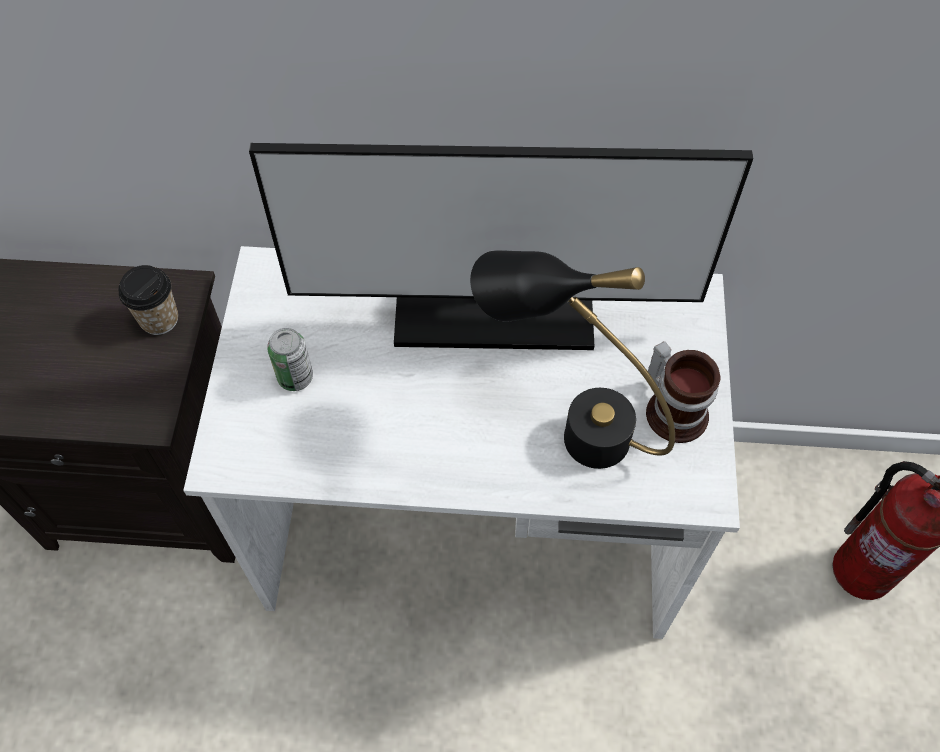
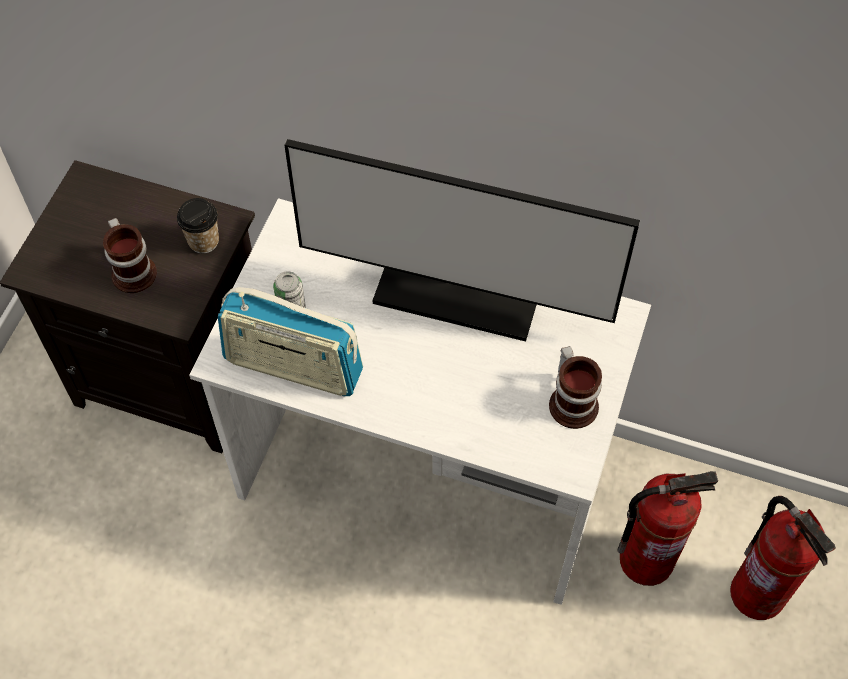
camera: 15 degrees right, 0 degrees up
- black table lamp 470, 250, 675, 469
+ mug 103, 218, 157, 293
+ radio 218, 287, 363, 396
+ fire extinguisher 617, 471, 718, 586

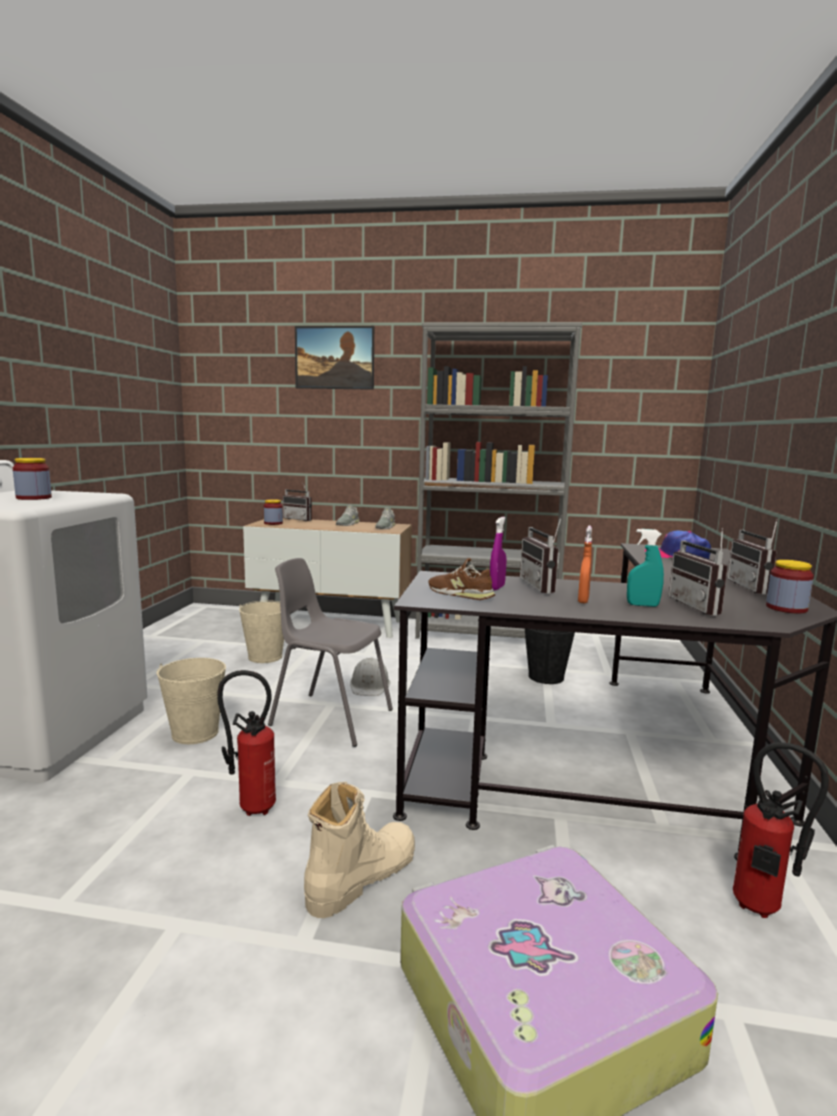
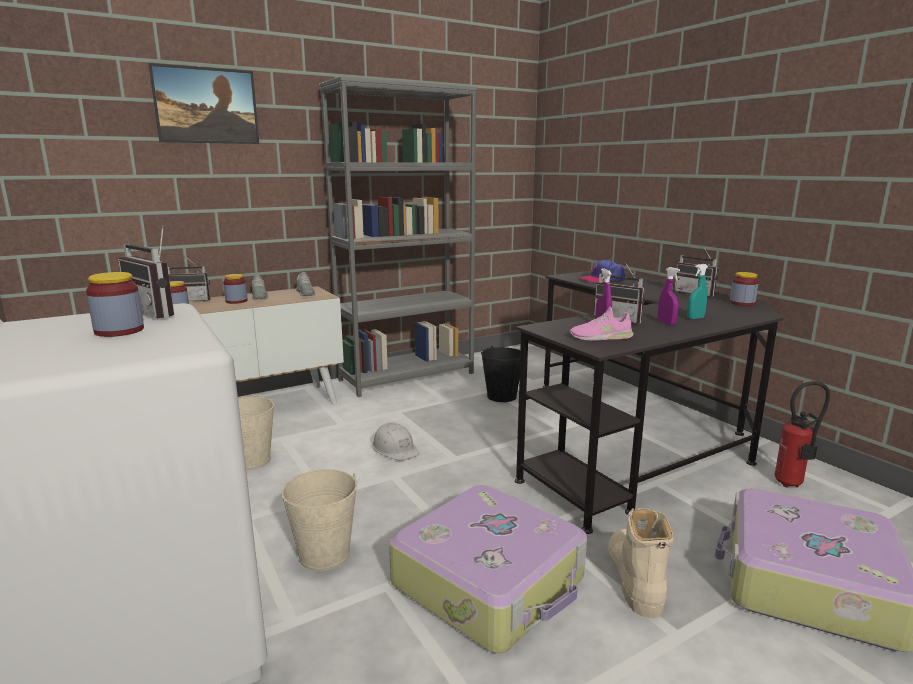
camera: 40 degrees left, 5 degrees up
- grey chair 268, 558, 393, 747
+ jar 223, 274, 247, 304
~ radio 669, 528, 728, 616 to 118, 225, 174, 318
~ fire extinguisher 217, 670, 276, 816 to suitcase 389, 485, 587, 653
~ brown shoe 429, 558, 495, 600 to pink shoe 570, 307, 634, 340
~ orange spray bottle 578, 526, 592, 604 to purple spray bottle 658, 267, 680, 325

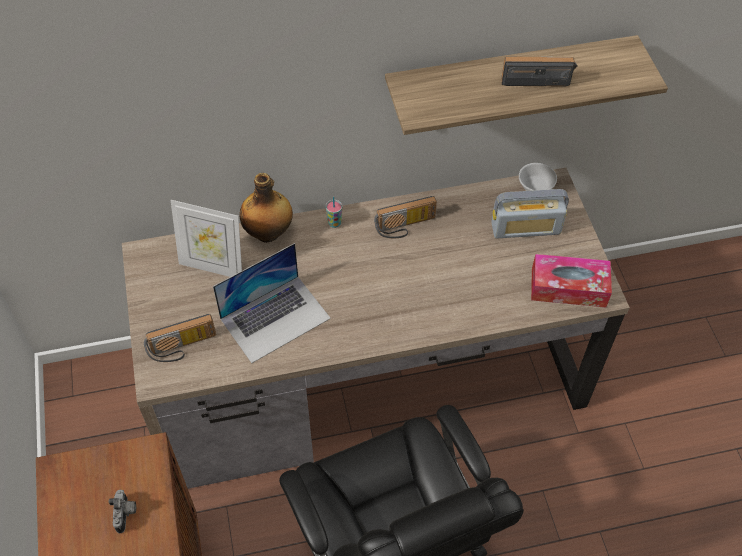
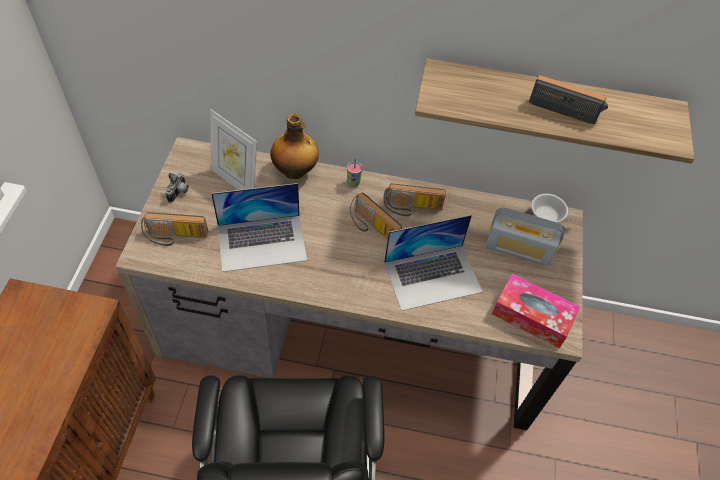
camera: 20 degrees right, 0 degrees up
+ radio 350, 192, 402, 239
+ laptop 384, 215, 483, 311
~ photo camera 109, 490, 136, 533 to 165, 173, 189, 203

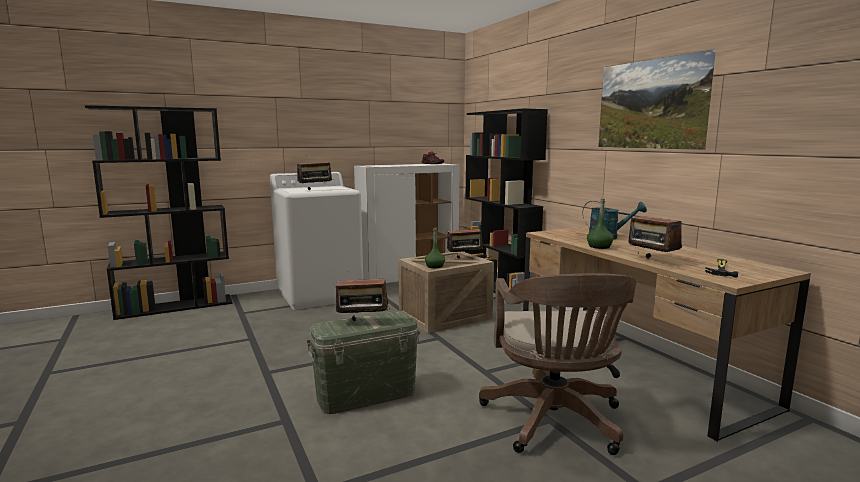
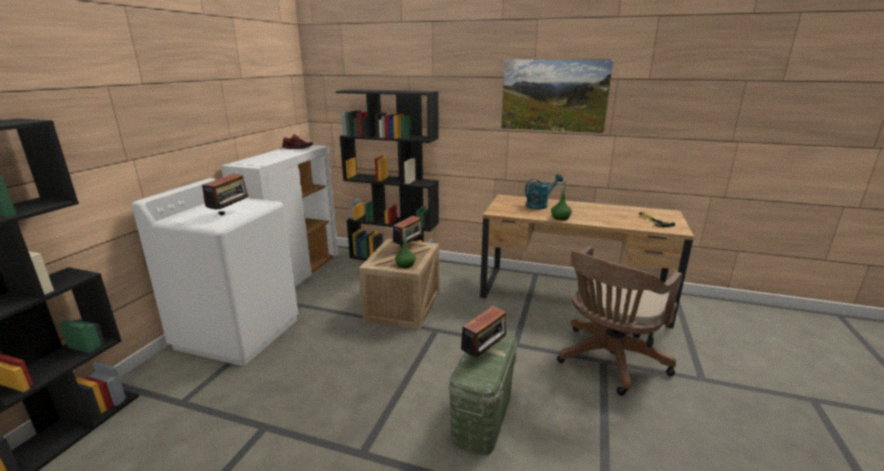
camera: 45 degrees left, 10 degrees up
- radio 628, 205, 682, 259
~ brown office chair 479, 273, 637, 455 = 557, 246, 682, 396 90 degrees clockwise

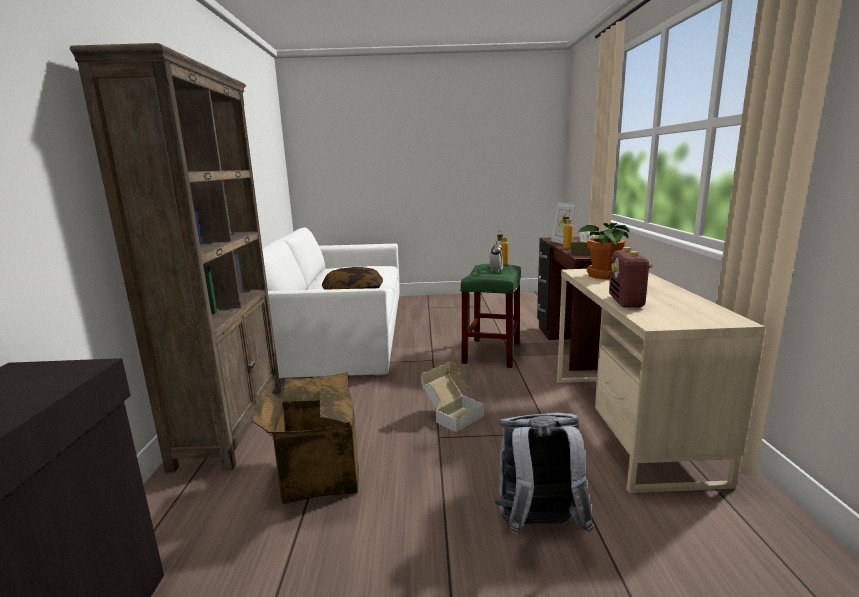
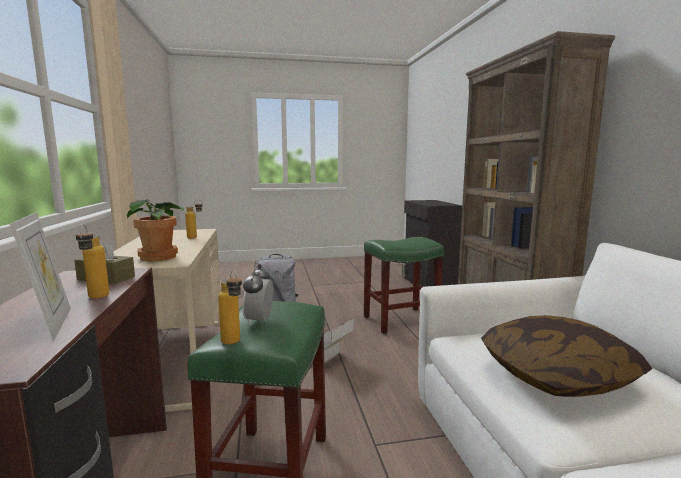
camera: 170 degrees right, 5 degrees down
~ cardboard box 252, 372, 359, 504 to green stool 364, 237, 444, 334
~ radio 609, 247, 653, 308 to bottle 185, 200, 203, 239

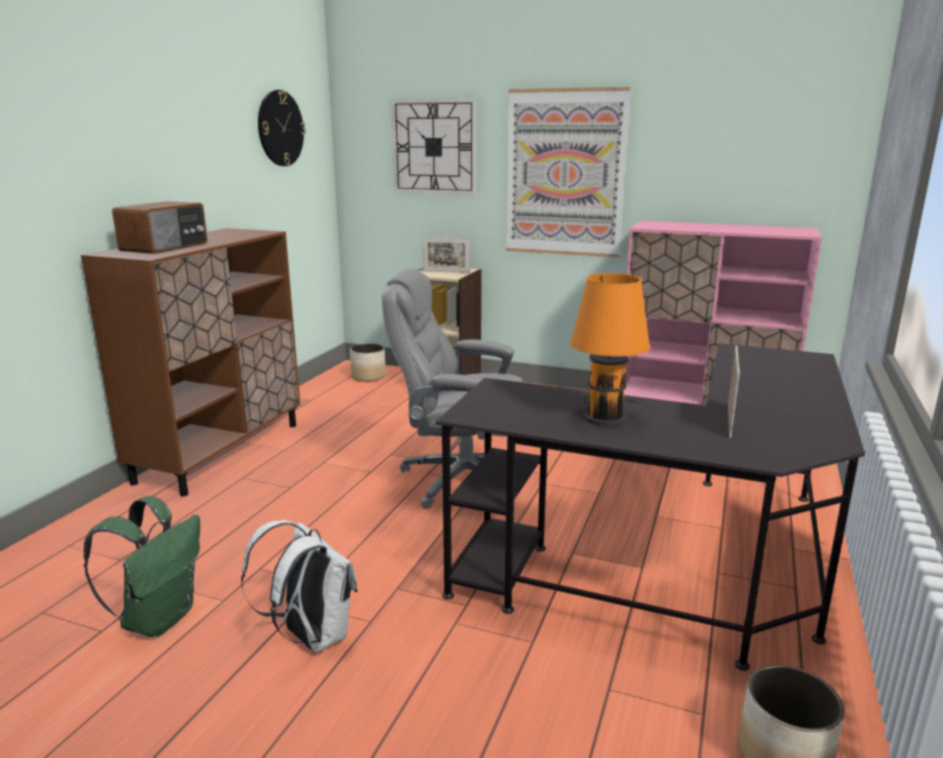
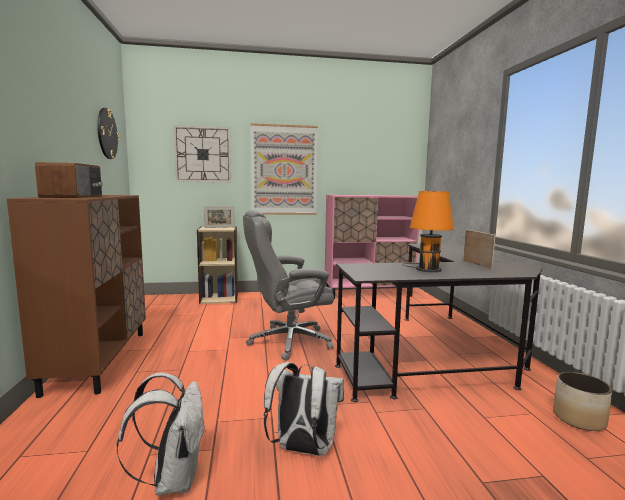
camera: 30 degrees left, 10 degrees down
- planter 350, 343, 386, 382
~ green backpack 84, 496, 200, 637 to white backpack 117, 372, 206, 495

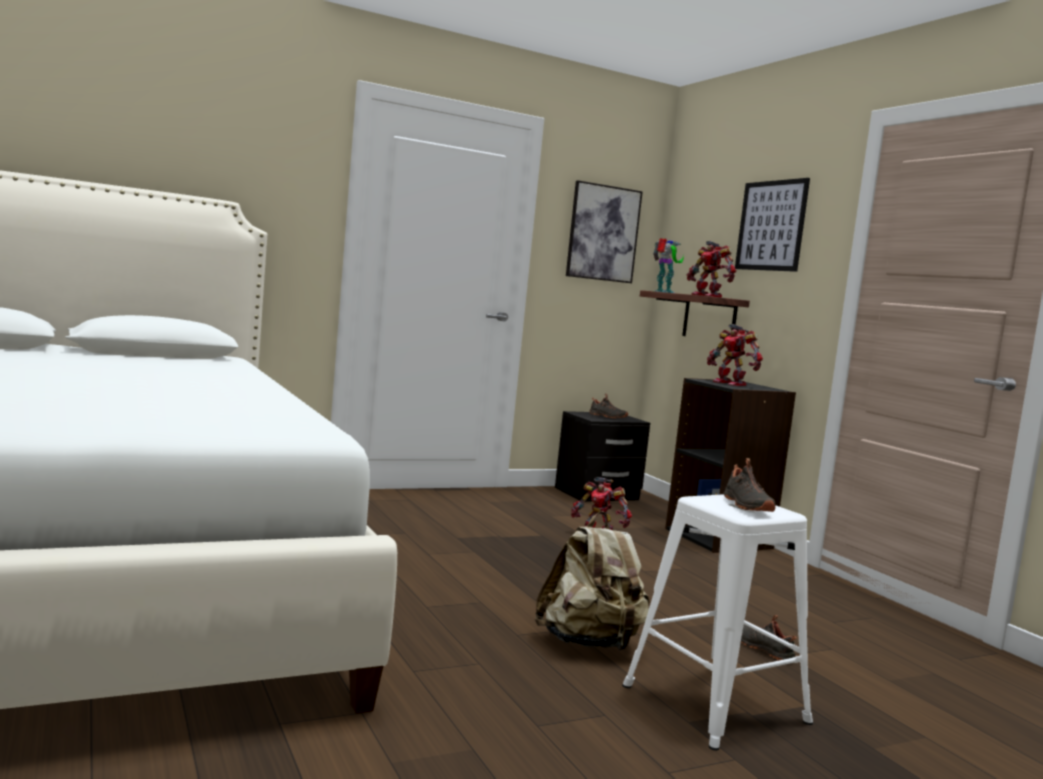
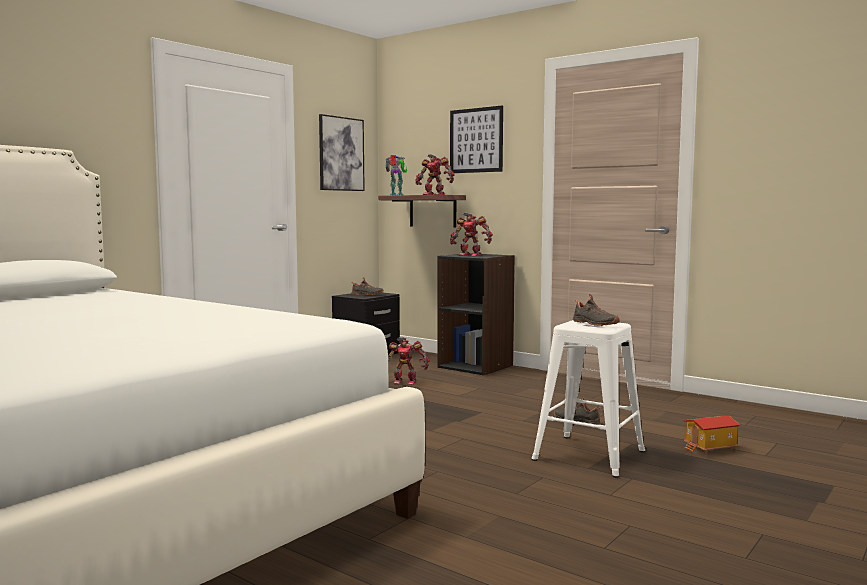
camera: 25 degrees left, 0 degrees up
- beige backpack 535, 511, 650, 651
+ toy house 683, 416, 740, 454

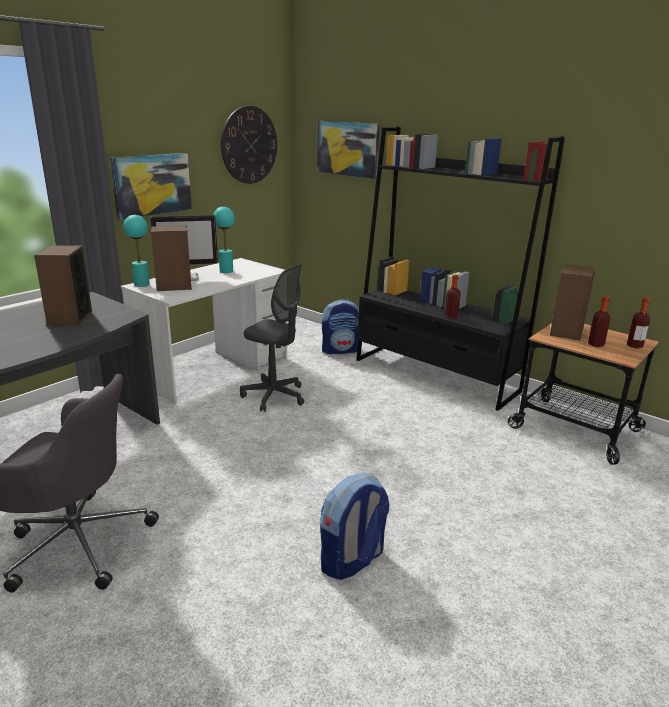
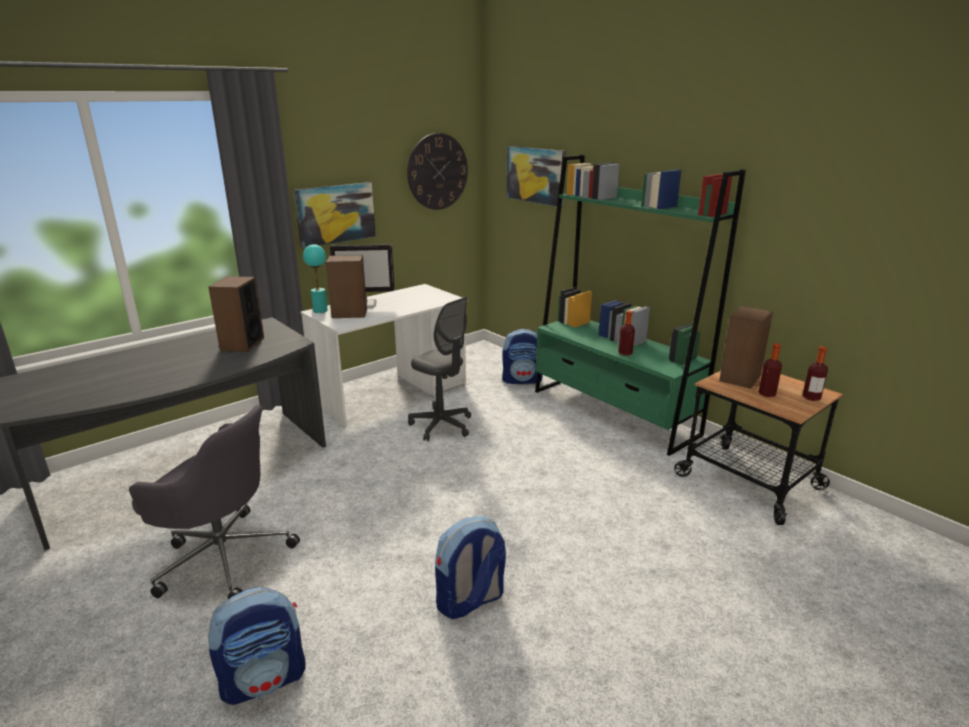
camera: 10 degrees right, 0 degrees up
- turquoise table lamp 213, 207, 235, 273
+ backpack 207, 587, 306, 705
~ black bookcase 356, 127, 565, 411 to green bookcase 535, 155, 746, 456

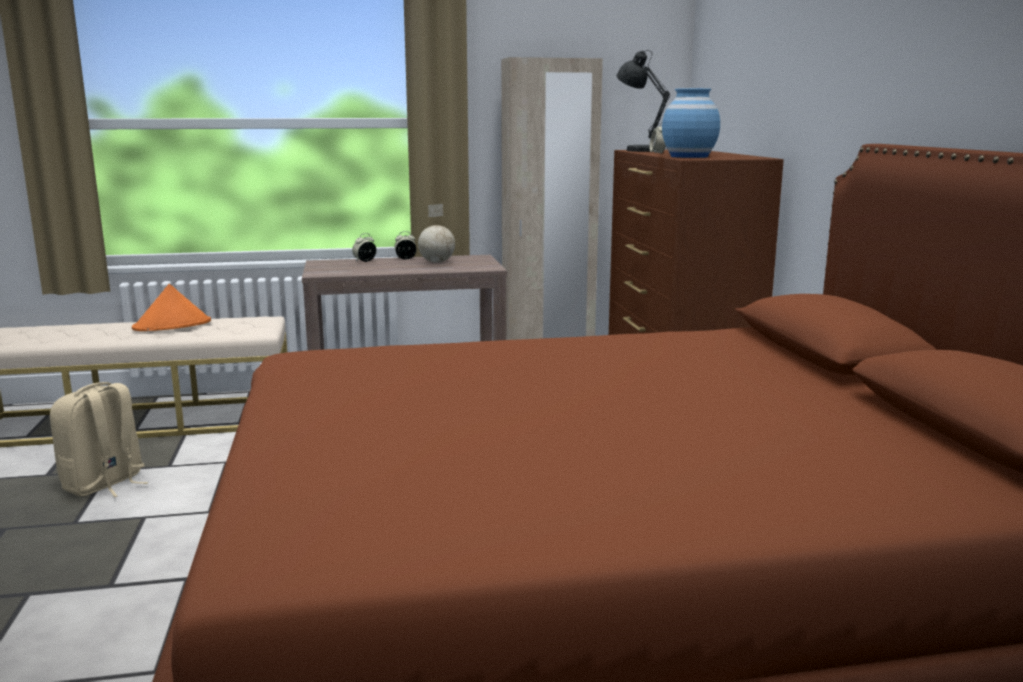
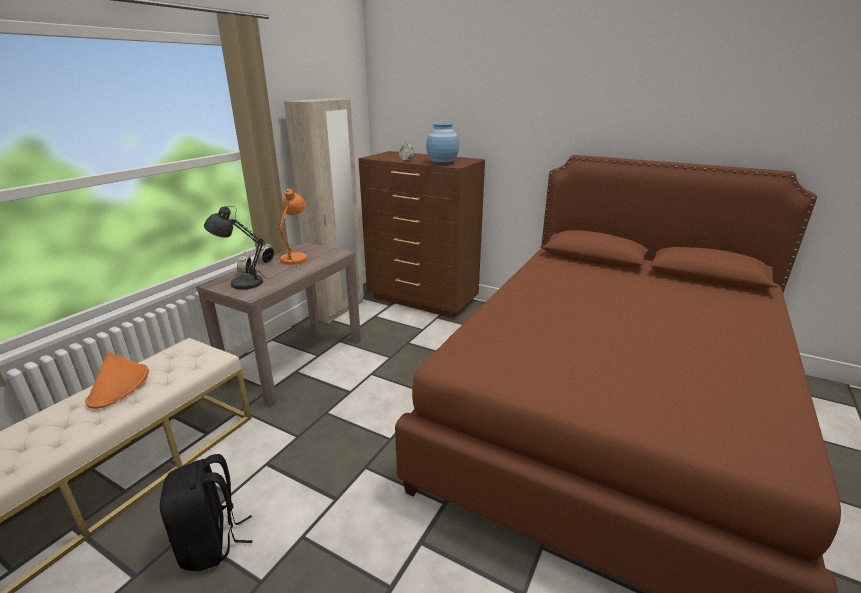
camera: 50 degrees left, 10 degrees up
~ grey table lamp 617, 50, 670, 152 to 204, 206, 268, 290
~ globe 418, 204, 455, 263 to orange table lamp 279, 189, 308, 268
~ beige backpack 50, 382, 149, 497 to black backpack 160, 454, 253, 572

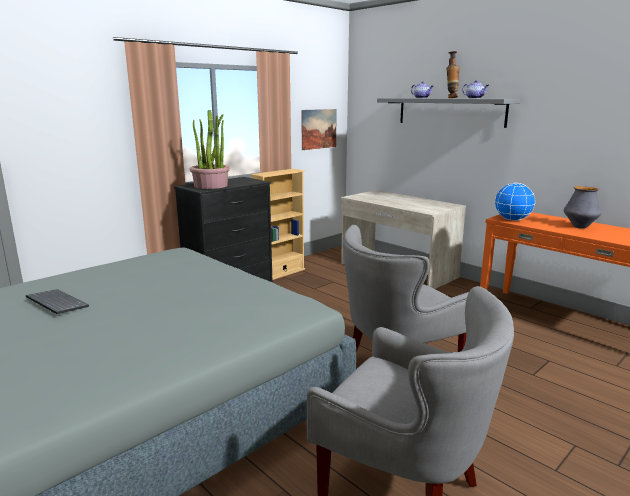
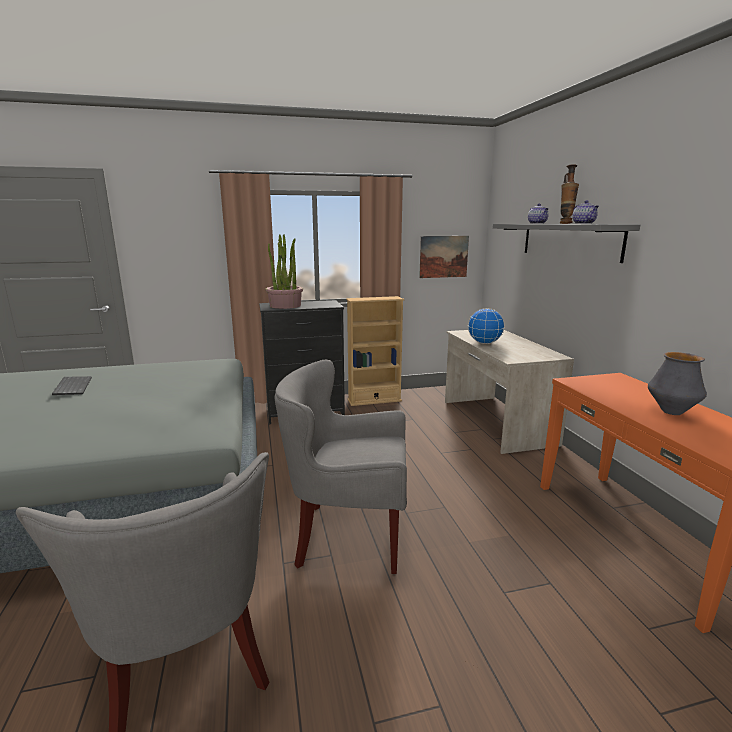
camera: 30 degrees right, 0 degrees up
~ globe 495, 183, 535, 221 to 468, 308, 505, 344

